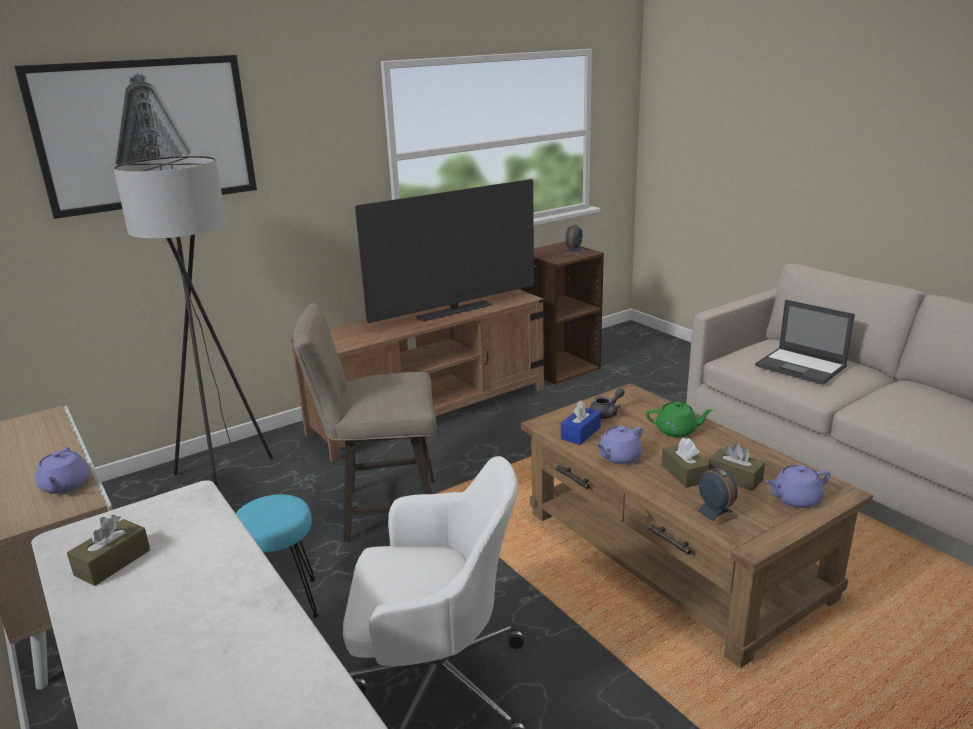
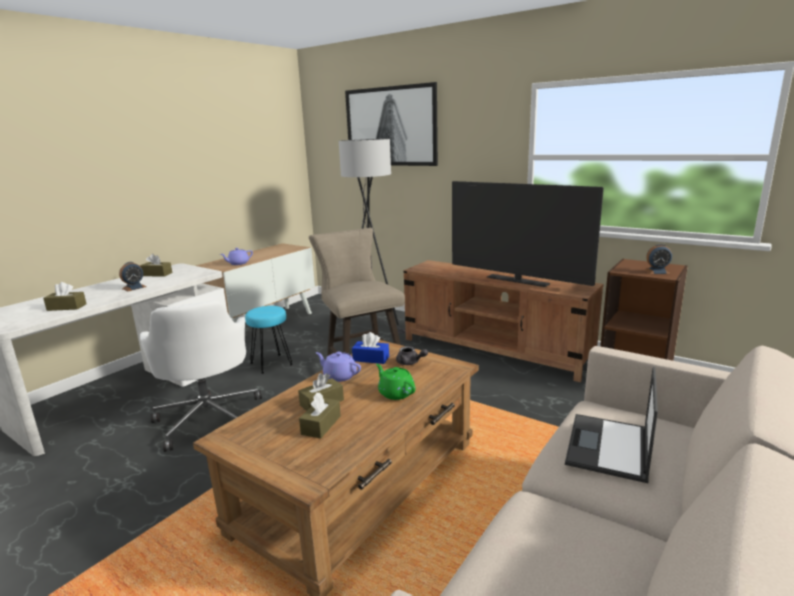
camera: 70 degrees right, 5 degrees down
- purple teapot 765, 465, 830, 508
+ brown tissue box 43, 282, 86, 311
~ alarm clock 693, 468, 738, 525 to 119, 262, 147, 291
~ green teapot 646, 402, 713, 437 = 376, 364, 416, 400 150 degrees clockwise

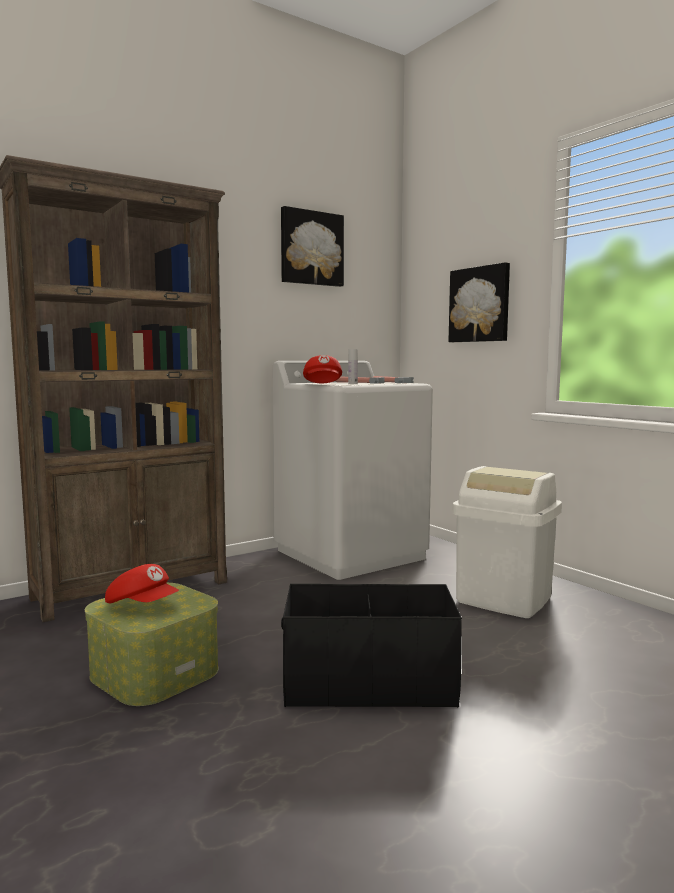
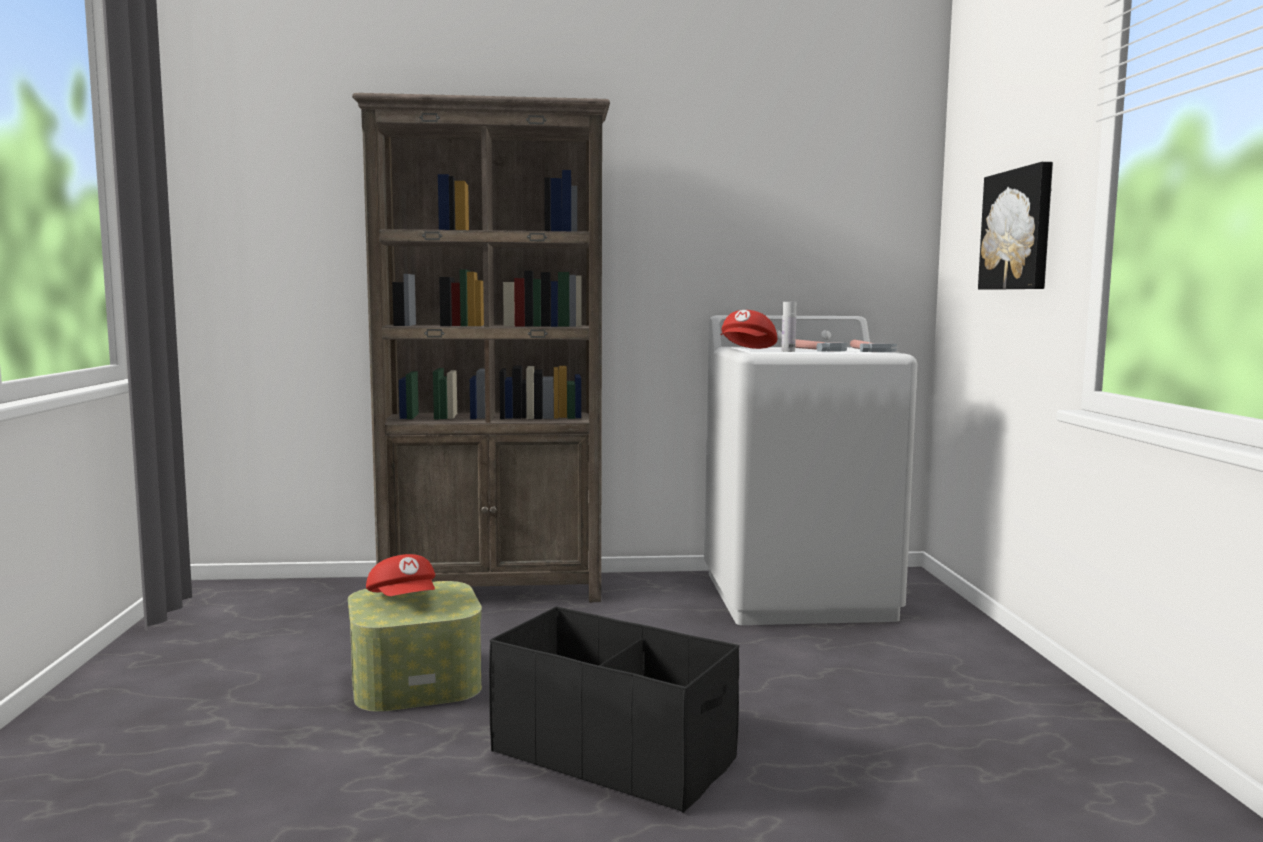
camera: 30 degrees right, 0 degrees up
- picture 281, 206, 344, 287
- white trash can 452, 466, 562, 618

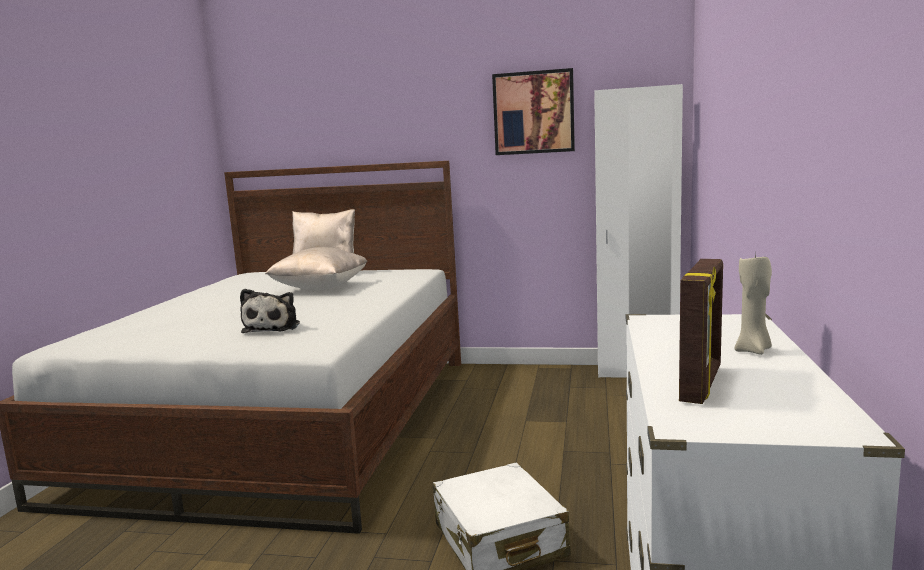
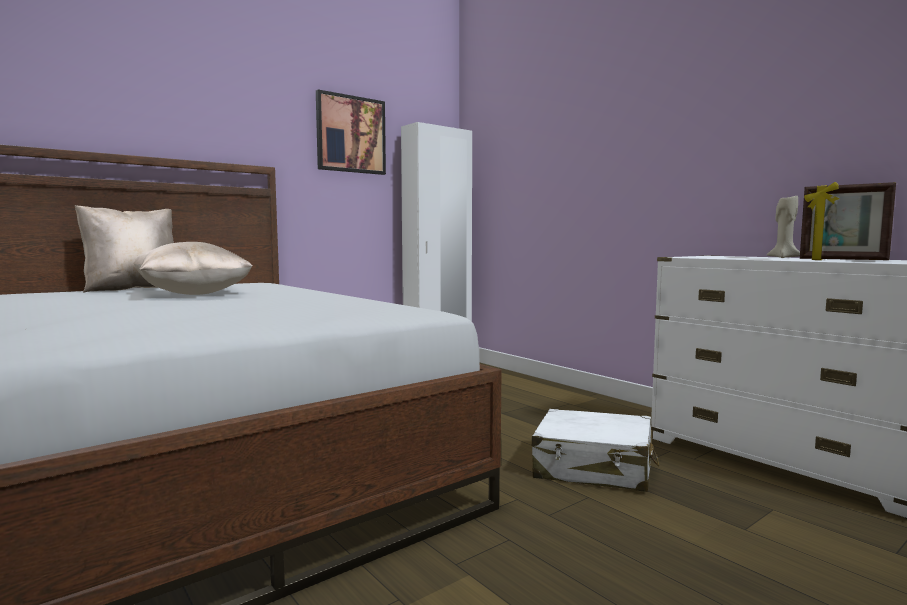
camera: 50 degrees left, 5 degrees down
- plush toy 240, 289, 300, 333
~ picture frame 679, 259, 723, 404 = 800, 182, 896, 260 150 degrees clockwise

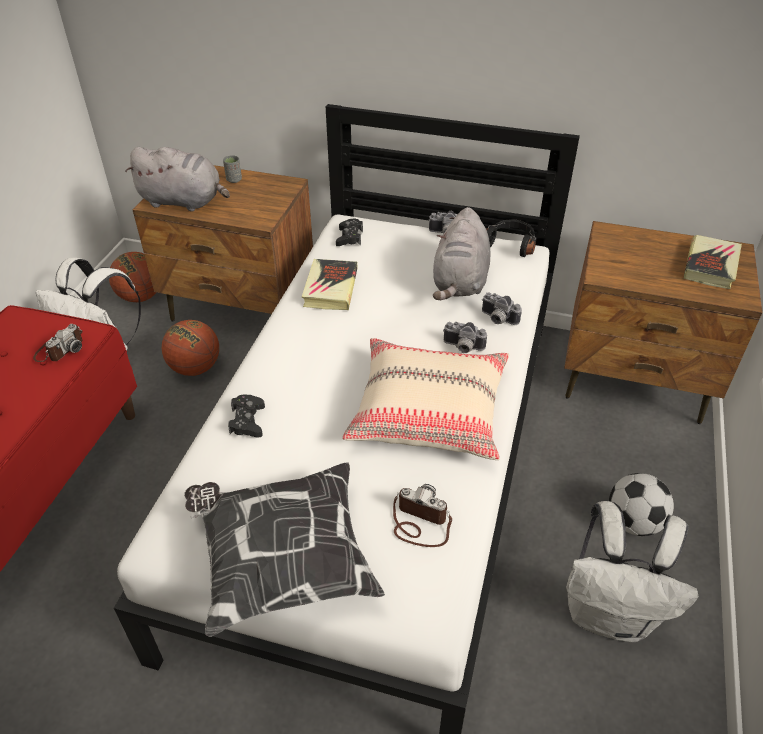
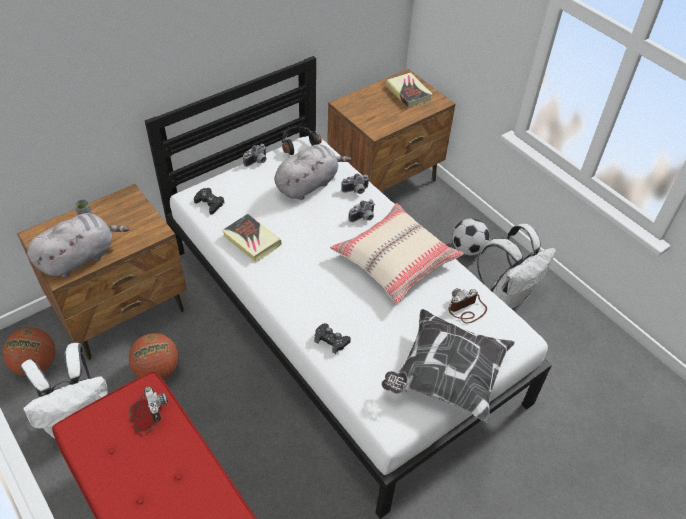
camera: 55 degrees left, 5 degrees up
~ grey plush toy 433, 207, 490, 300 = 275, 144, 351, 200 90 degrees counterclockwise

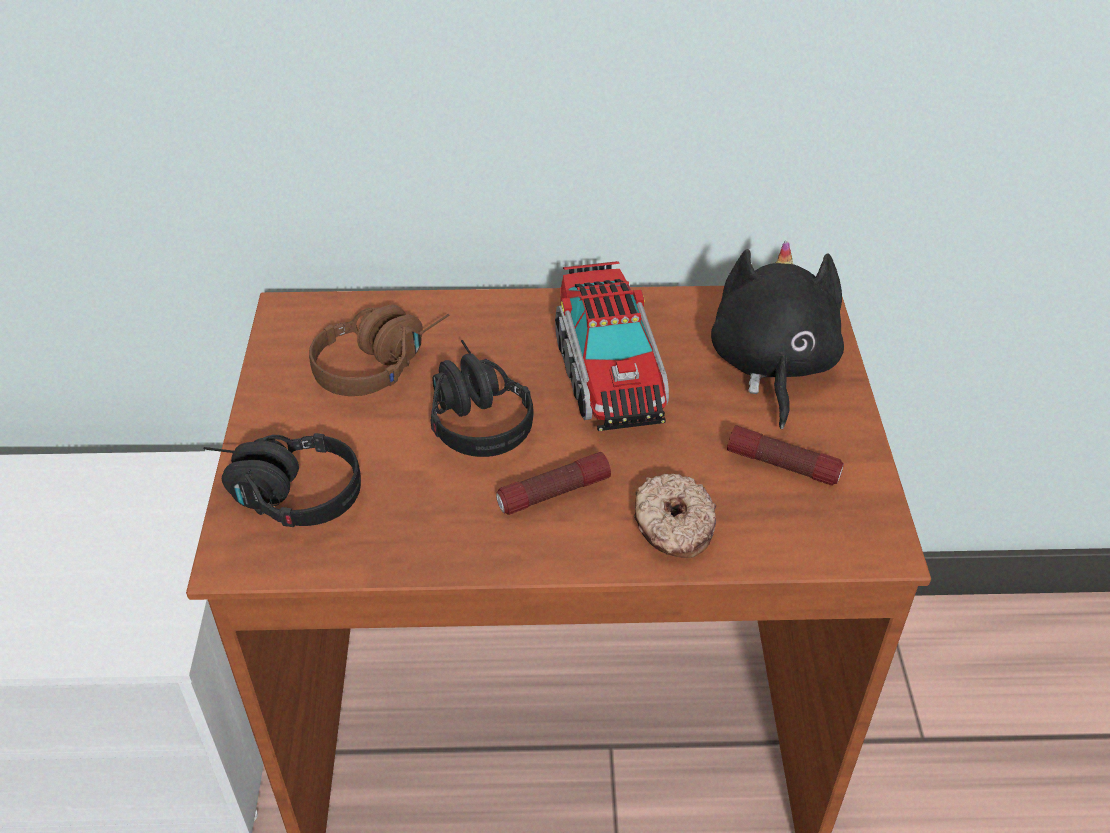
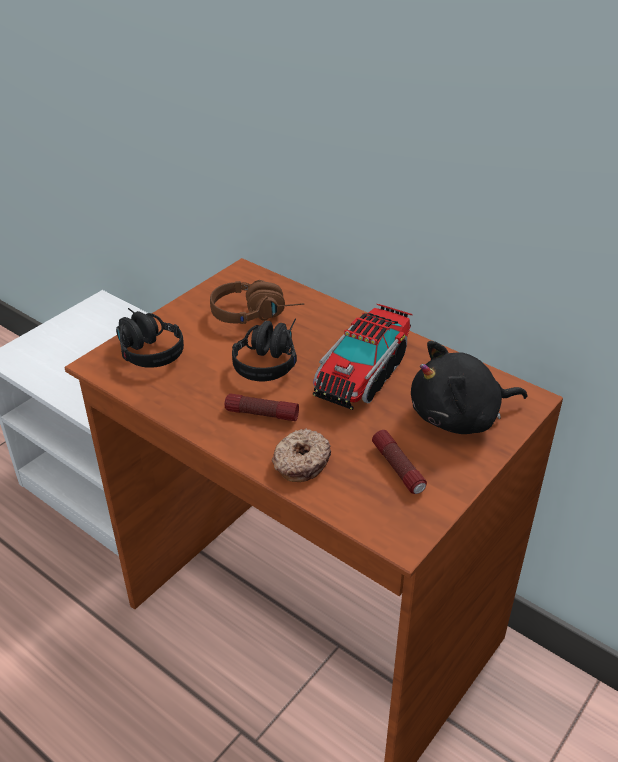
camera: 40 degrees right, 5 degrees down
~ black plush toy 711, 241, 844, 429 = 411, 341, 528, 434 150 degrees counterclockwise

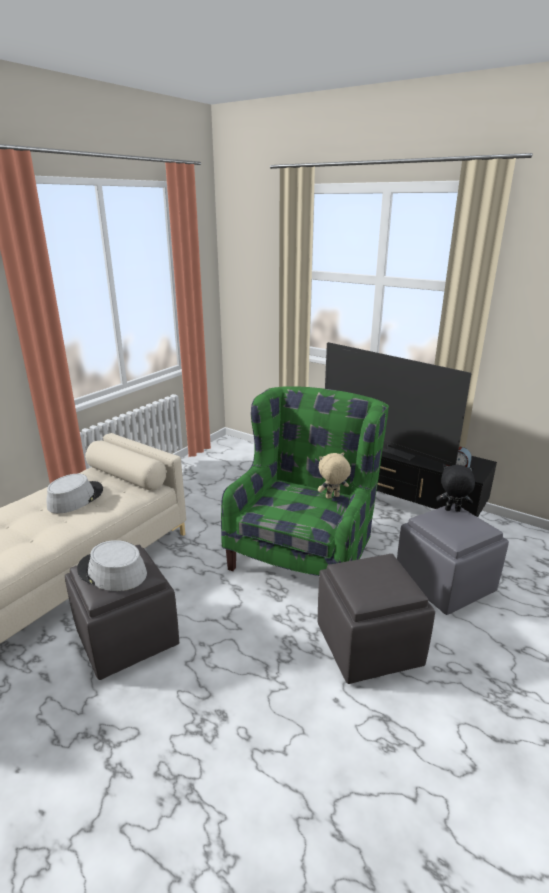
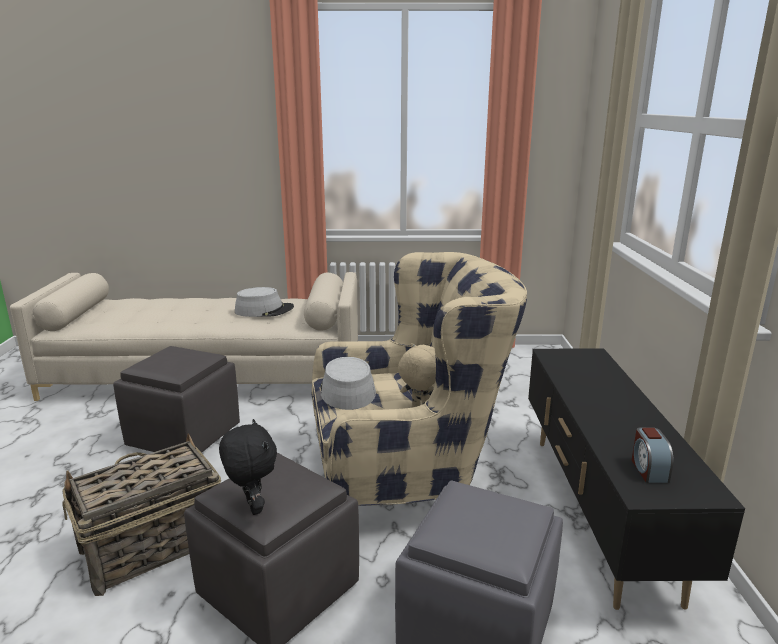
camera: 55 degrees right, 5 degrees down
- television 325, 342, 471, 466
+ basket 62, 434, 221, 596
~ grey hat 77, 540, 147, 591 to 321, 357, 376, 410
~ black plush toy 436, 465, 475, 512 to 219, 419, 277, 515
~ green armchair 221, 386, 389, 576 to beige armchair 312, 252, 527, 506

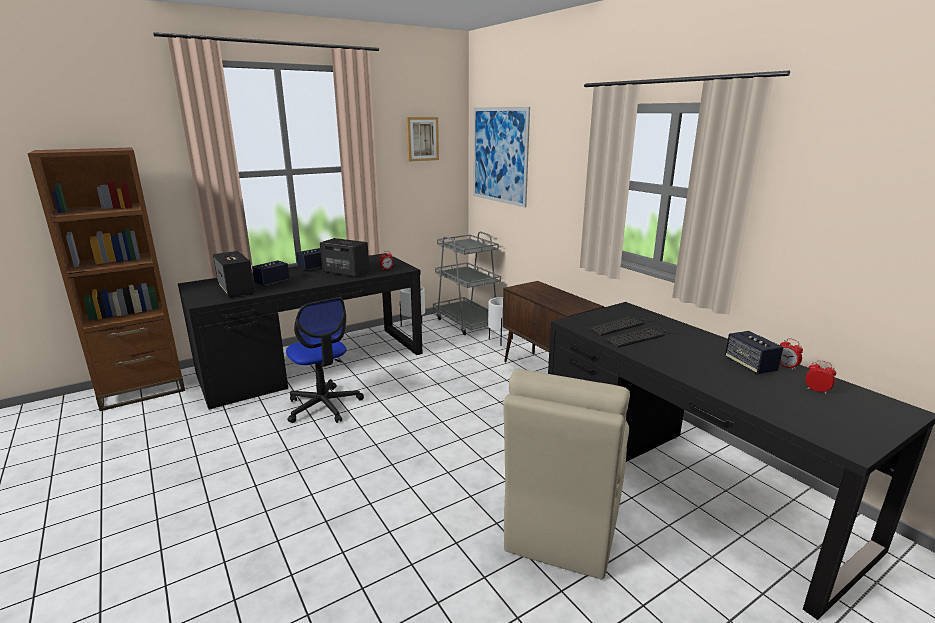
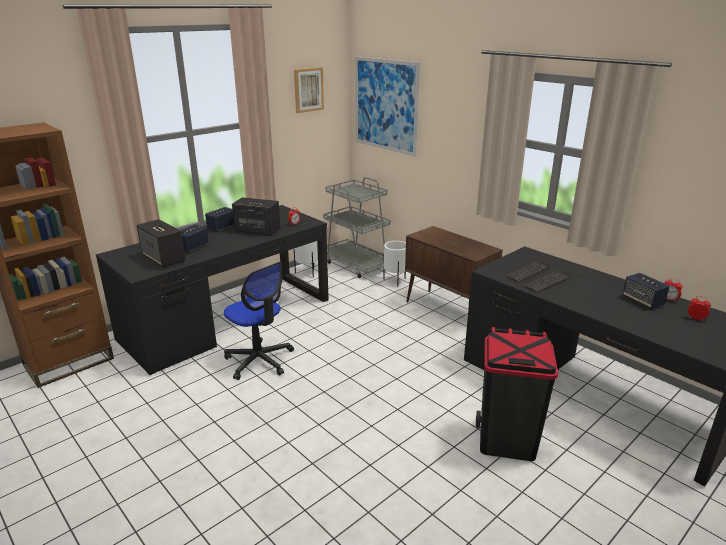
camera: 10 degrees left, 5 degrees up
~ beige chair 503, 369, 630, 579 to black trash can 476, 327, 558, 461

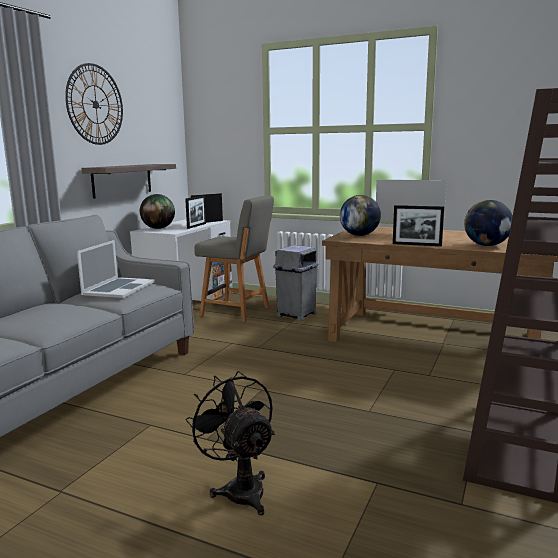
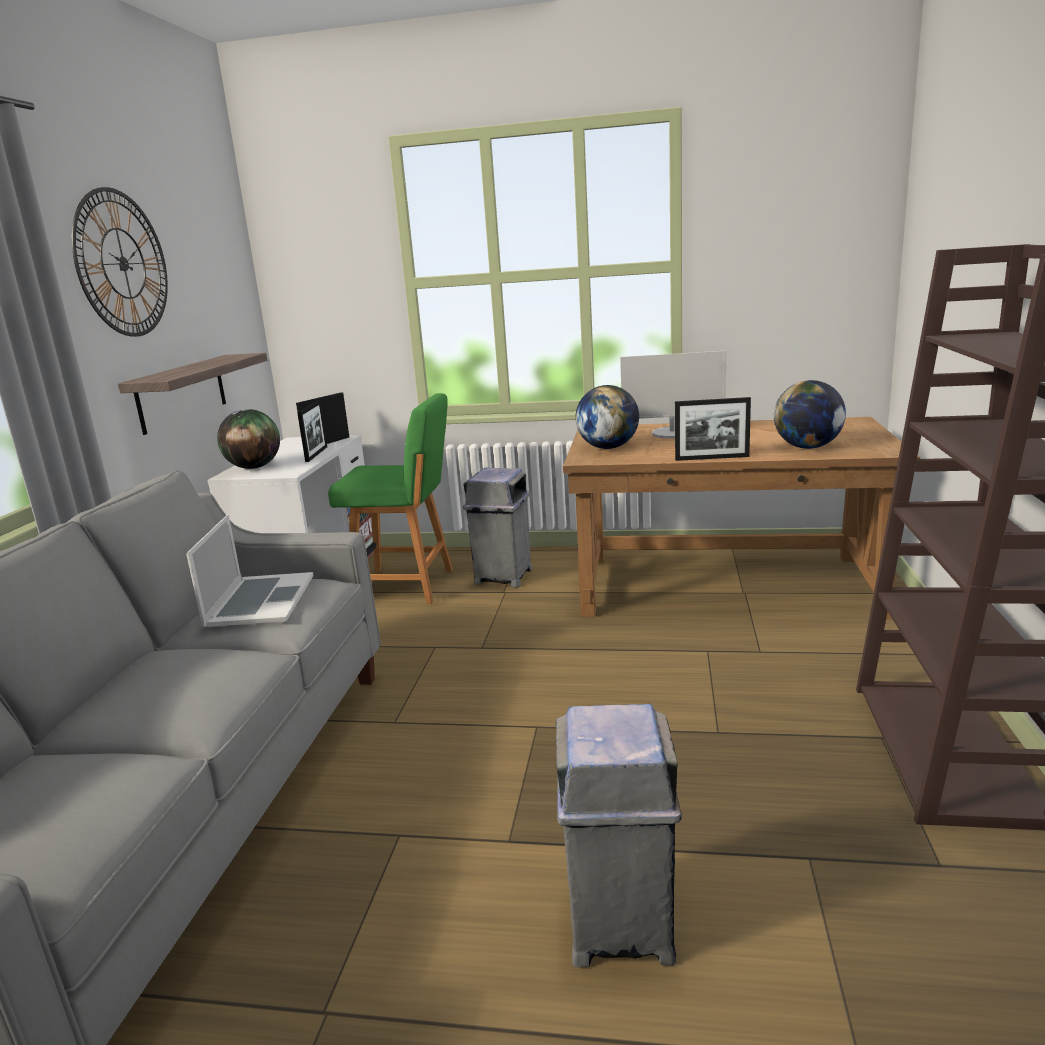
camera: 15 degrees left, 5 degrees up
~ black fan 186, 371, 275, 515 to grey trash can 556, 704, 682, 968
~ grey chair 194, 195, 274, 323 to green chair 328, 393, 453, 604

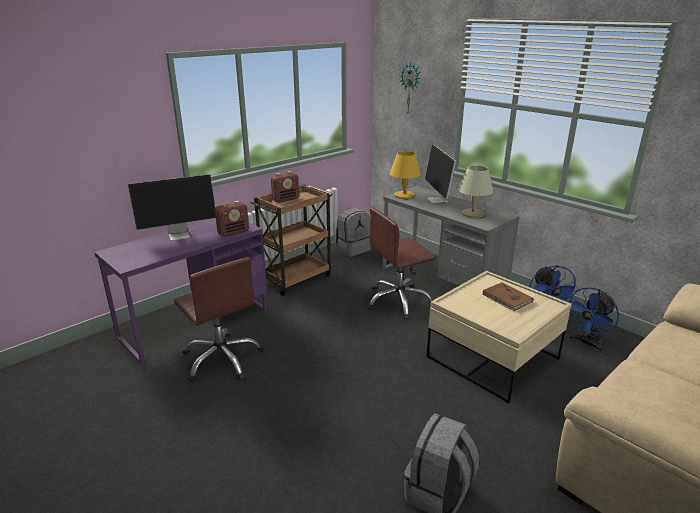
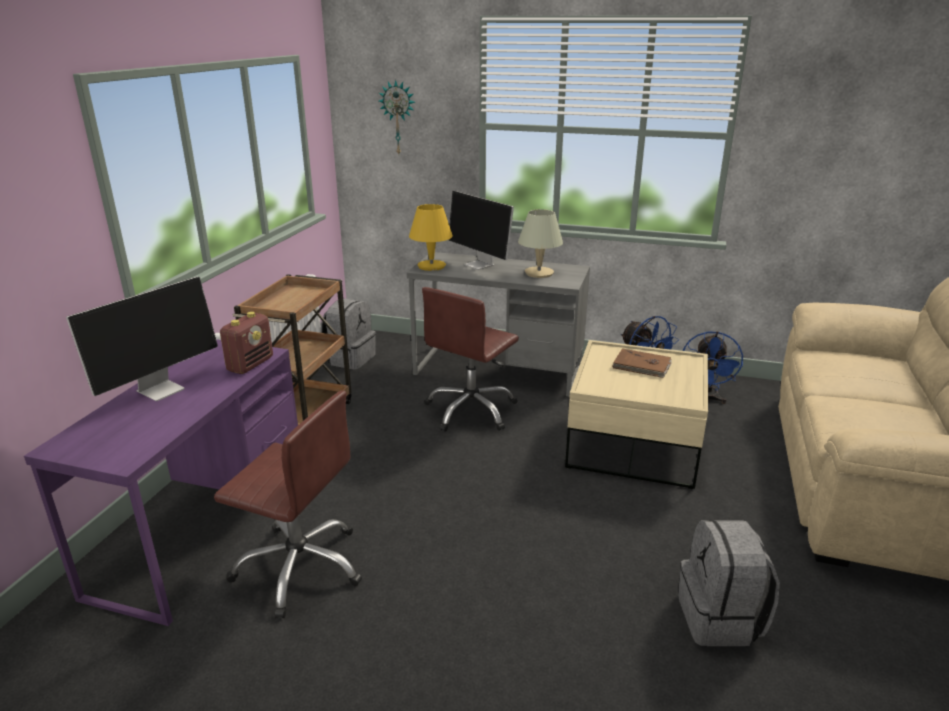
camera: 30 degrees left, 0 degrees up
- radio 271, 171, 299, 203

